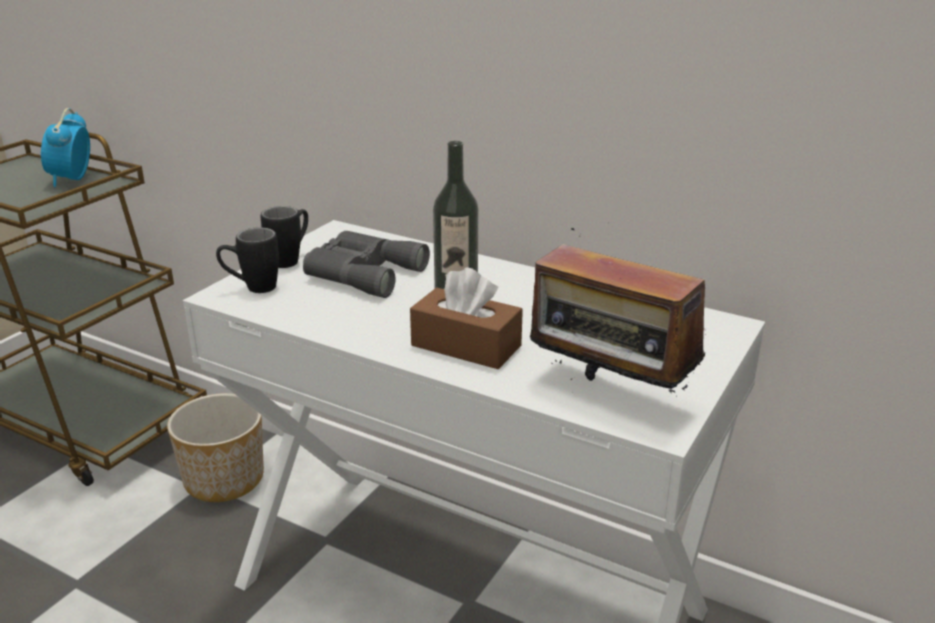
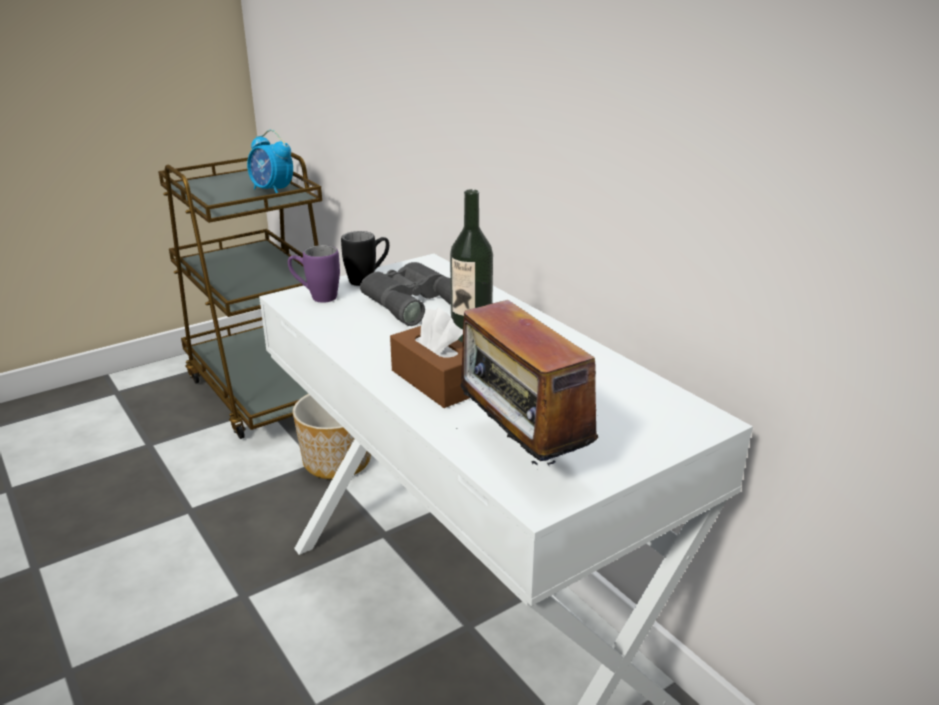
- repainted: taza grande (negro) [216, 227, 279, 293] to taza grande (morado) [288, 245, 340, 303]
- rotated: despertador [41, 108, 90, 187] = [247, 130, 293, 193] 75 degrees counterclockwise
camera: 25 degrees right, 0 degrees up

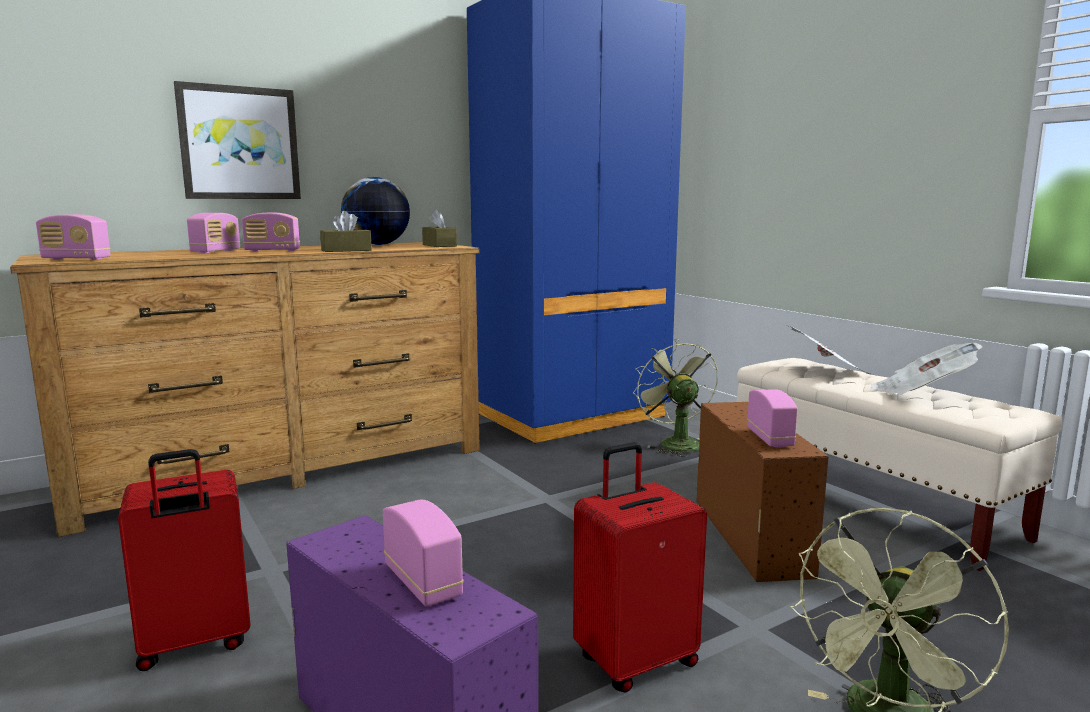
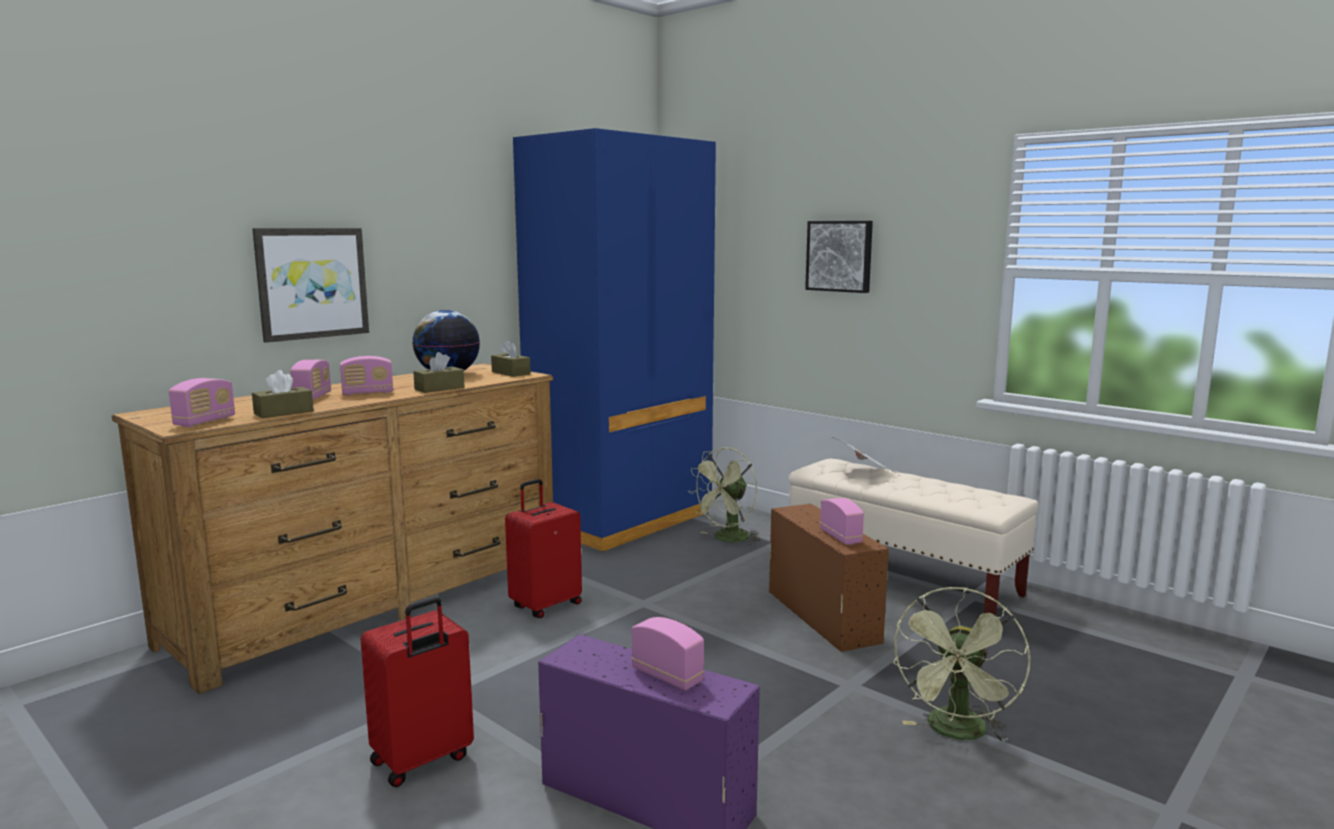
- gone: periódico [870, 343, 983, 395]
- new: caja de pañuelos (marrón) [252, 370, 314, 418]
- new: cuadro [805, 221, 873, 293]
- shifted: maleta (rojo) [573, 442, 707, 693] to [505, 479, 582, 618]
- rotated: radio [36, 214, 111, 260] = [169, 378, 235, 427] 60 degrees counterclockwise
- rotated: ventilador (verde) [633, 339, 718, 457] = [688, 447, 761, 546] 105 degrees counterclockwise
camera: 15 degrees left, 0 degrees up

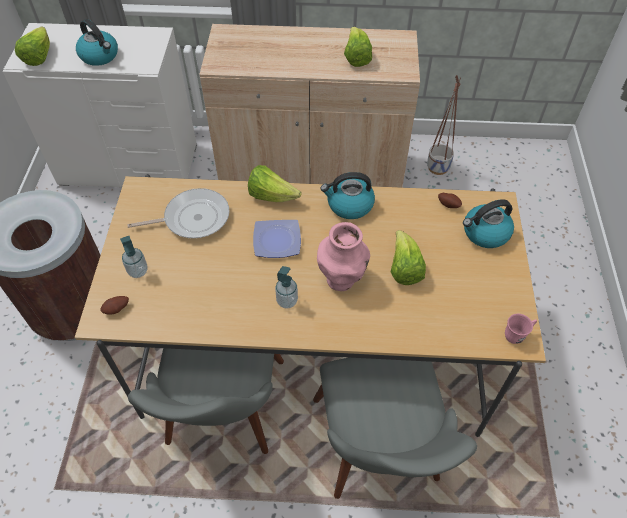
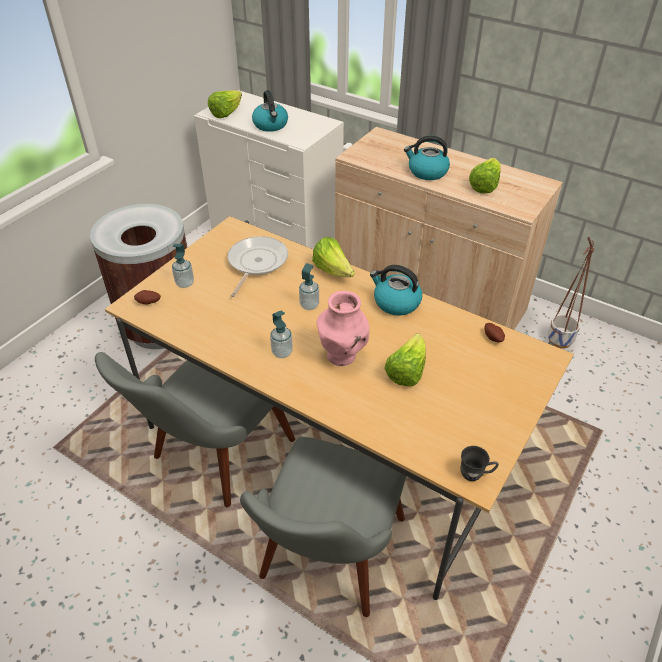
- shifted: hervidor [463, 199, 514, 248] to [404, 136, 450, 180]
- swapped: plato [253, 220, 301, 258] to dispensador de jabón [299, 263, 319, 310]
- repainted: taza grande (rosa) [505, 314, 537, 344] to taza grande (gris) [460, 446, 499, 481]
- rotated: sartén [127, 188, 230, 238] = [228, 236, 288, 297] 90 degrees counterclockwise
camera: 30 degrees right, 10 degrees down

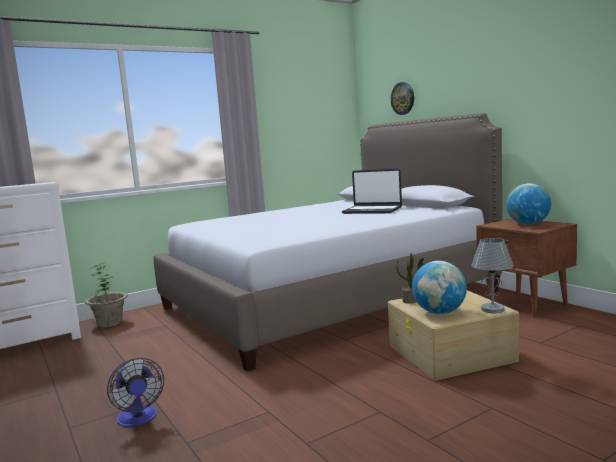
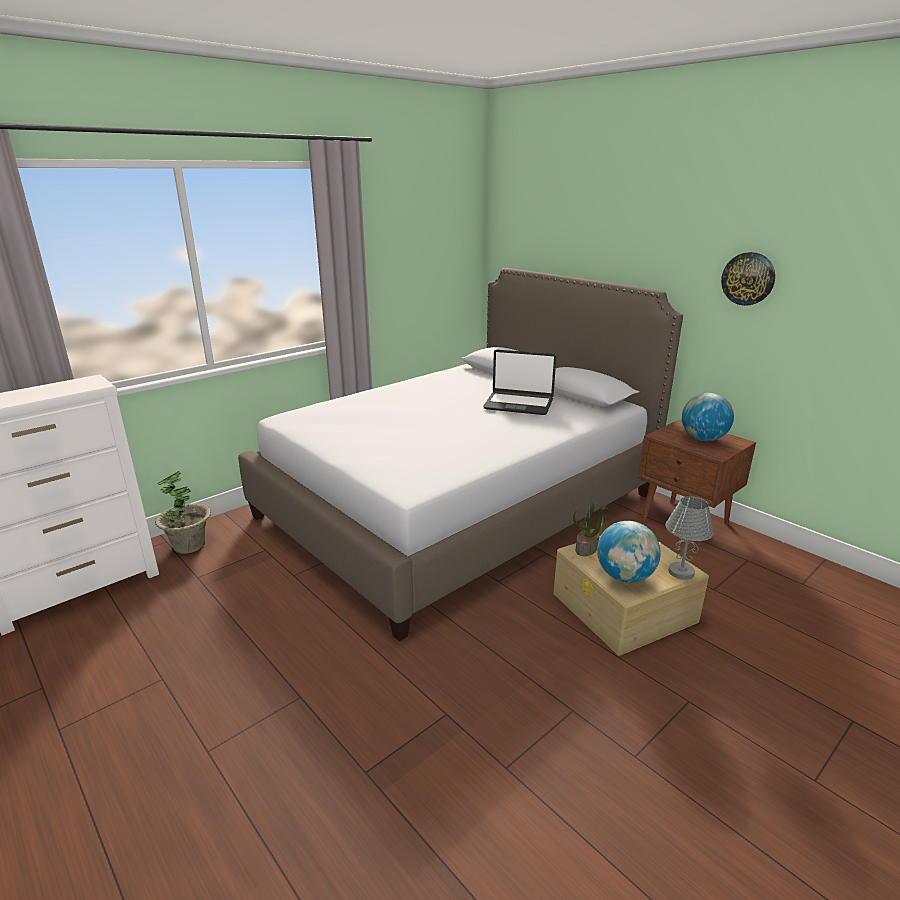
- gone: ventilador [107, 358, 164, 427]
- shifted: reloj de pared [391, 82, 414, 115] to [721, 252, 775, 306]
camera: 10 degrees left, 15 degrees up

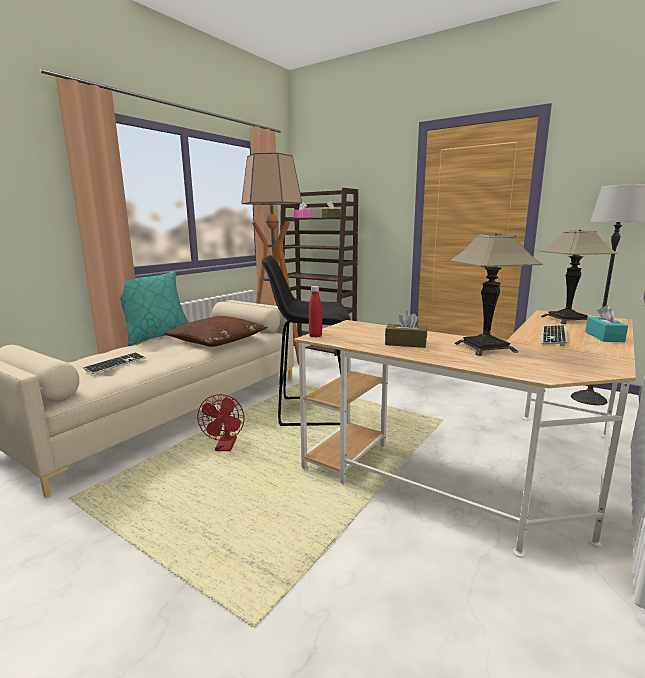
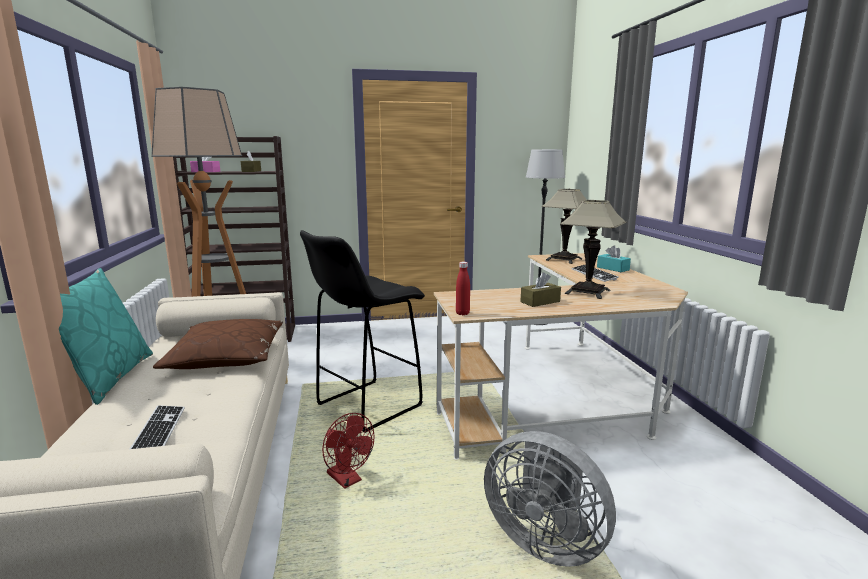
- new: ventilador (gris) [484, 431, 616, 567]
camera: 45 degrees left, 0 degrees up

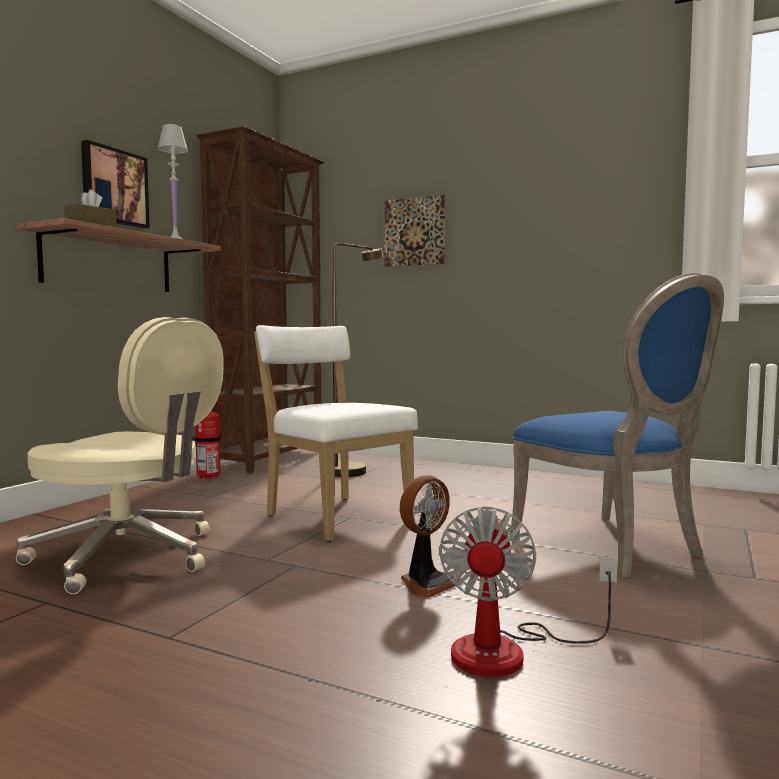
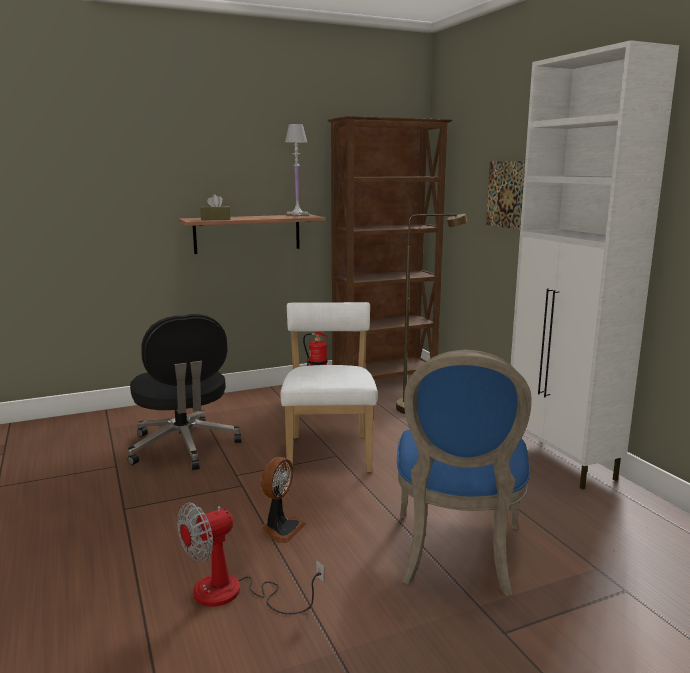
- gone: cuadro [81, 140, 150, 229]
- new: armario (blanco) [511, 40, 679, 489]
- repainted: silla de oficina (beis) [16, 317, 224, 594] to silla de oficina (negro) [128, 314, 242, 470]
- rotated: ventilador [400, 475, 462, 598] = [261, 457, 306, 543] 60 degrees counterclockwise
camera: 40 degrees right, 10 degrees up

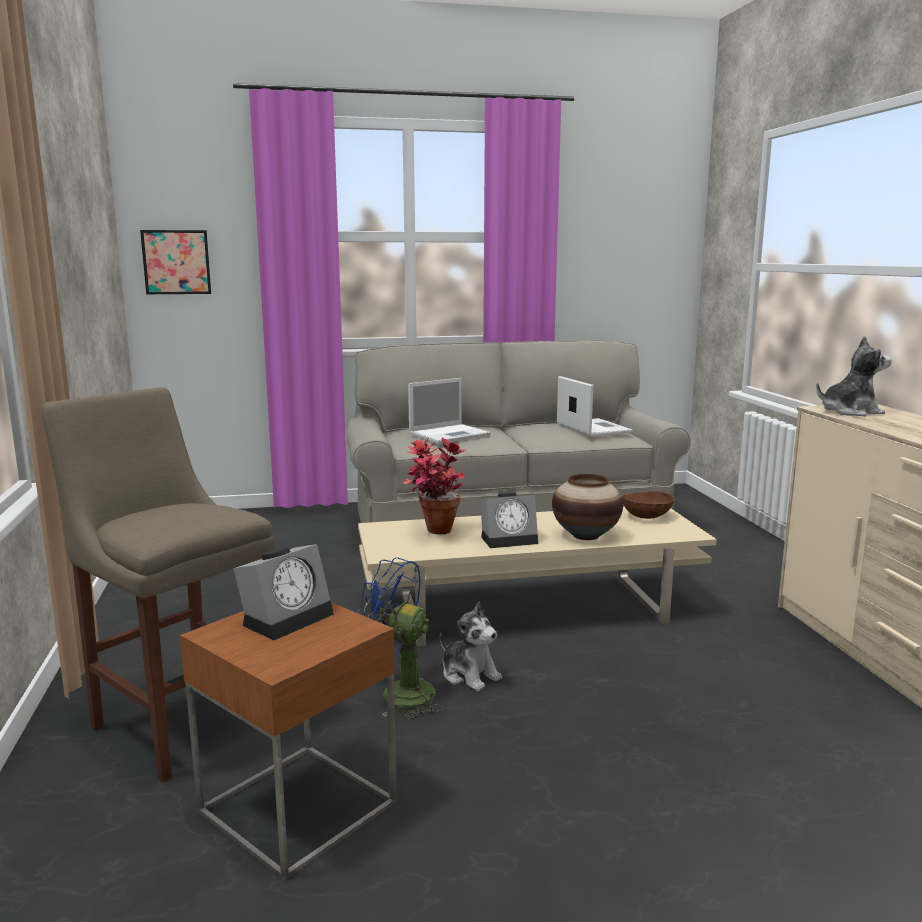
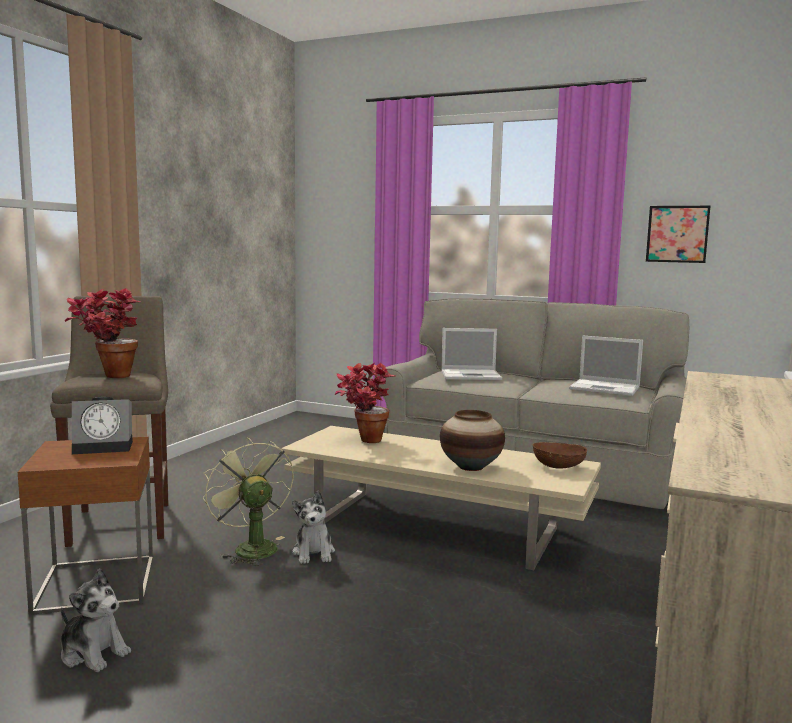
- gone: despertador [480, 493, 538, 548]
- new: planta en maceta [64, 288, 140, 378]
- shifted: cuadro [140, 230, 211, 294] to [646, 206, 710, 263]
- shifted: peluche [816, 336, 892, 416] to [61, 568, 131, 672]
- repainted: ventilador (azul) [352, 557, 444, 719] to ventilador (verde) [203, 437, 294, 566]
- rotated: portátil [557, 376, 633, 437] = [569, 336, 643, 396] 105 degrees clockwise
camera: 35 degrees right, 5 degrees down

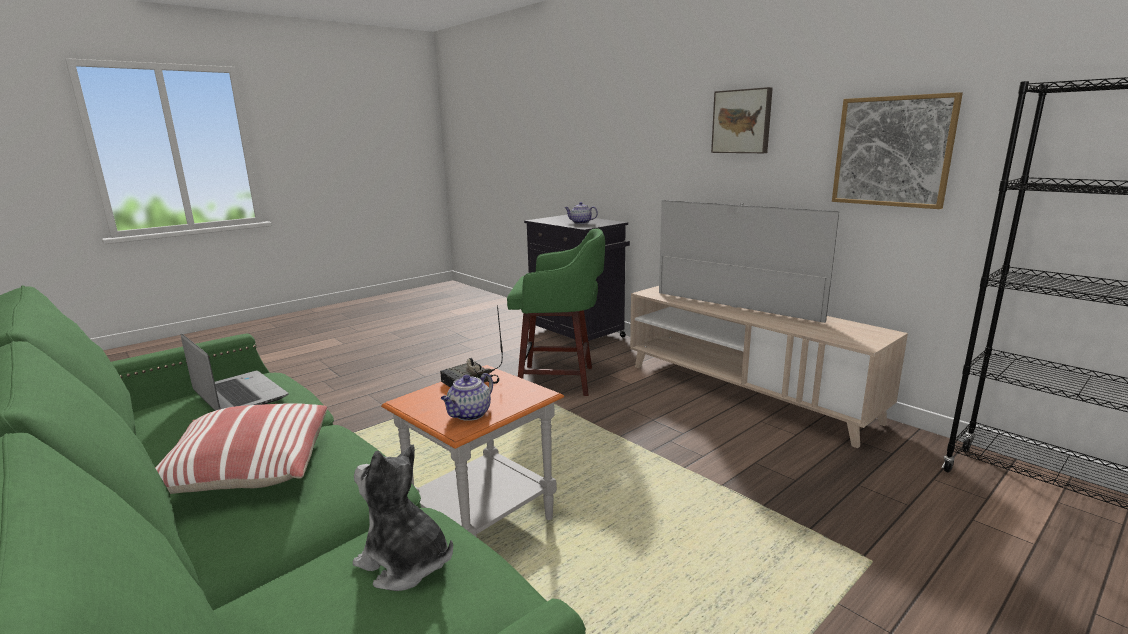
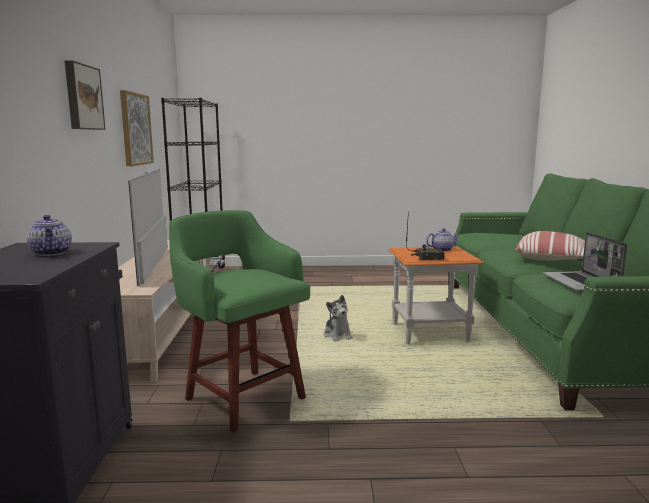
- shifted: peluche [353, 445, 453, 591] to [324, 295, 353, 342]
camera: 140 degrees left, 5 degrees down

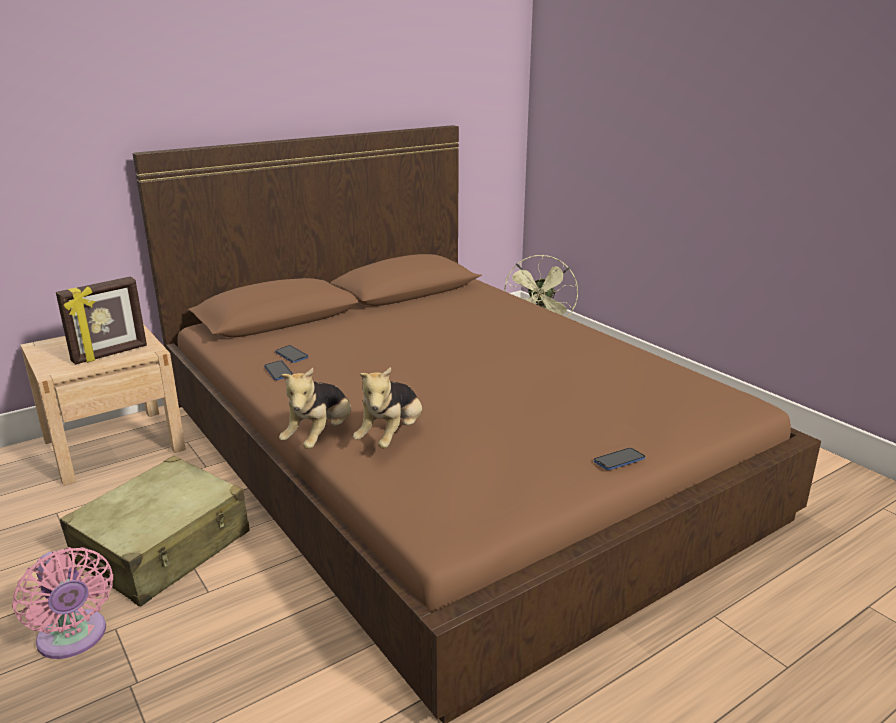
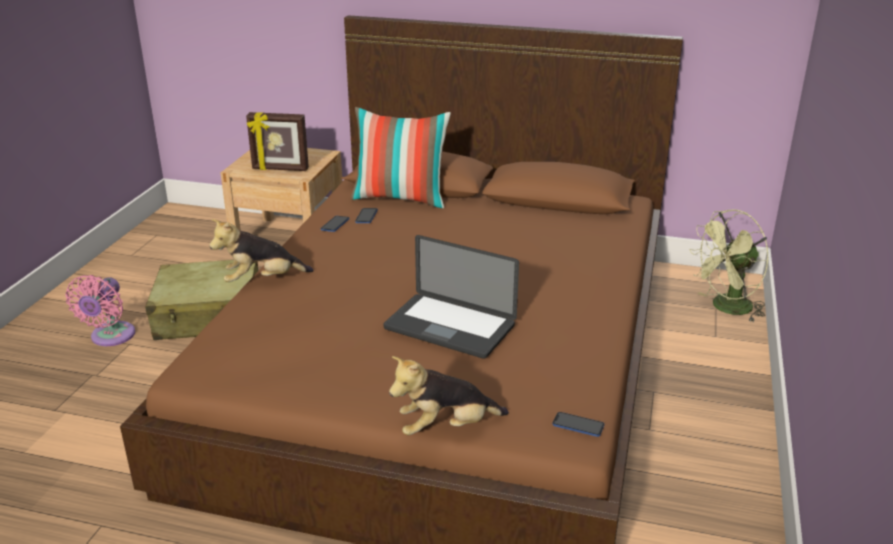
- new: cojín [351, 107, 451, 208]
- new: portátil [383, 235, 519, 359]
- shifted: peluche [353, 367, 422, 449] to [389, 356, 509, 435]
- shifted: móvil [594, 448, 645, 470] to [552, 412, 604, 437]
camera: 50 degrees right, 5 degrees up

